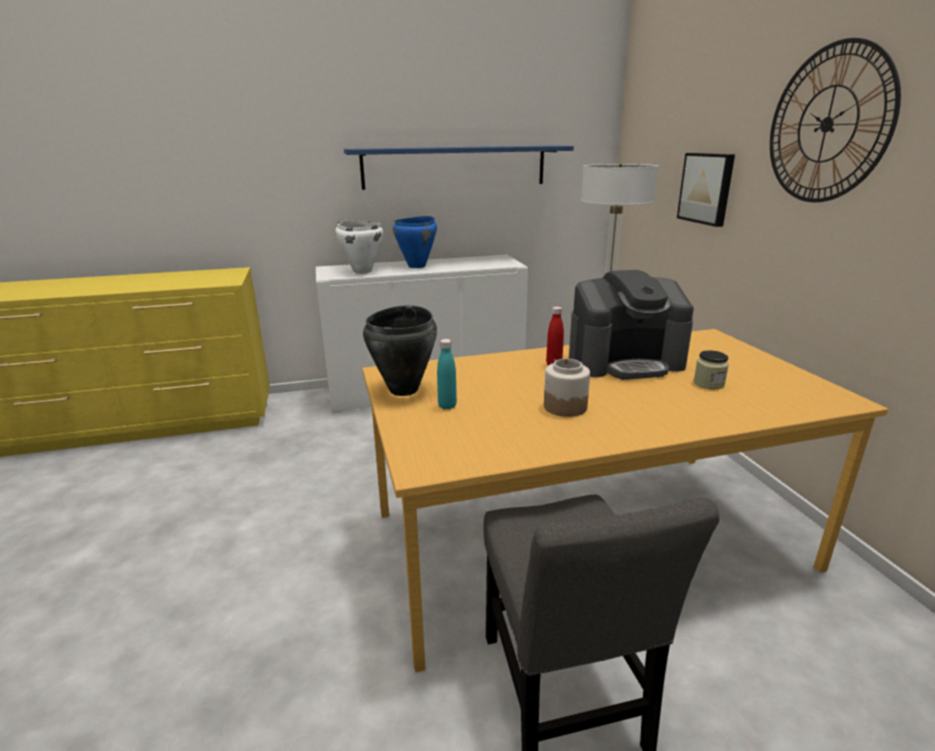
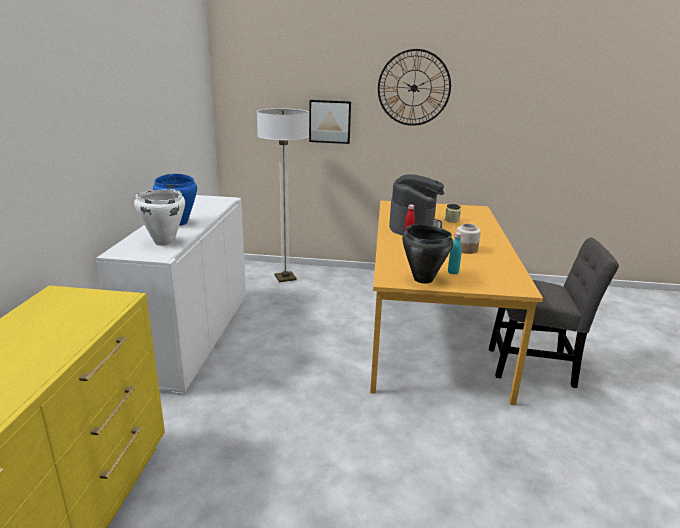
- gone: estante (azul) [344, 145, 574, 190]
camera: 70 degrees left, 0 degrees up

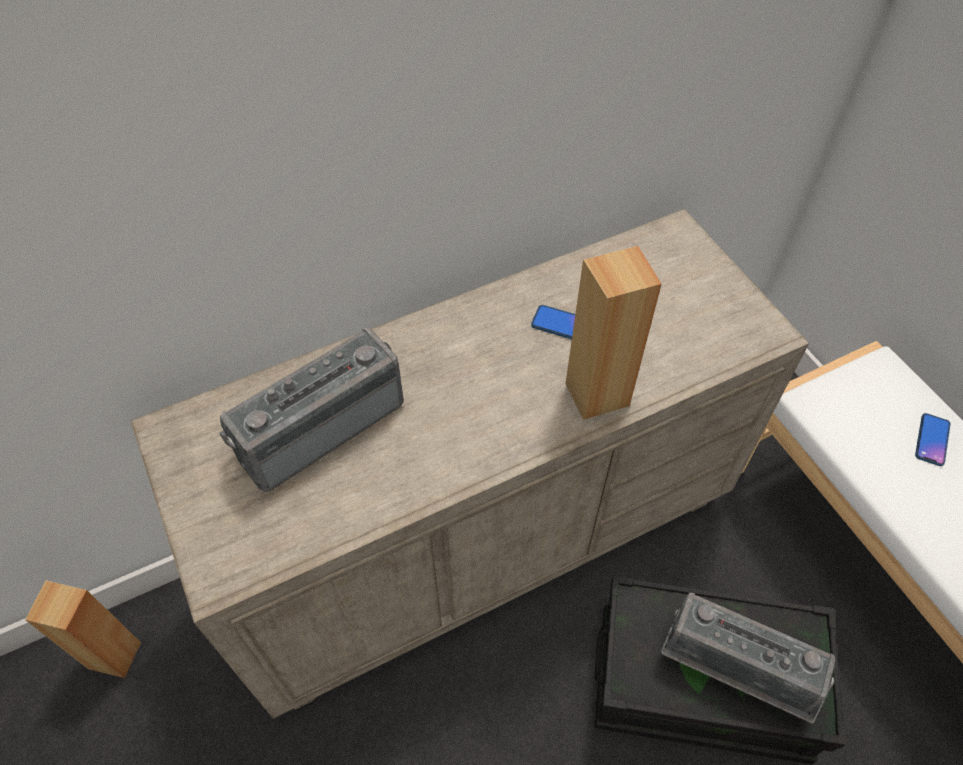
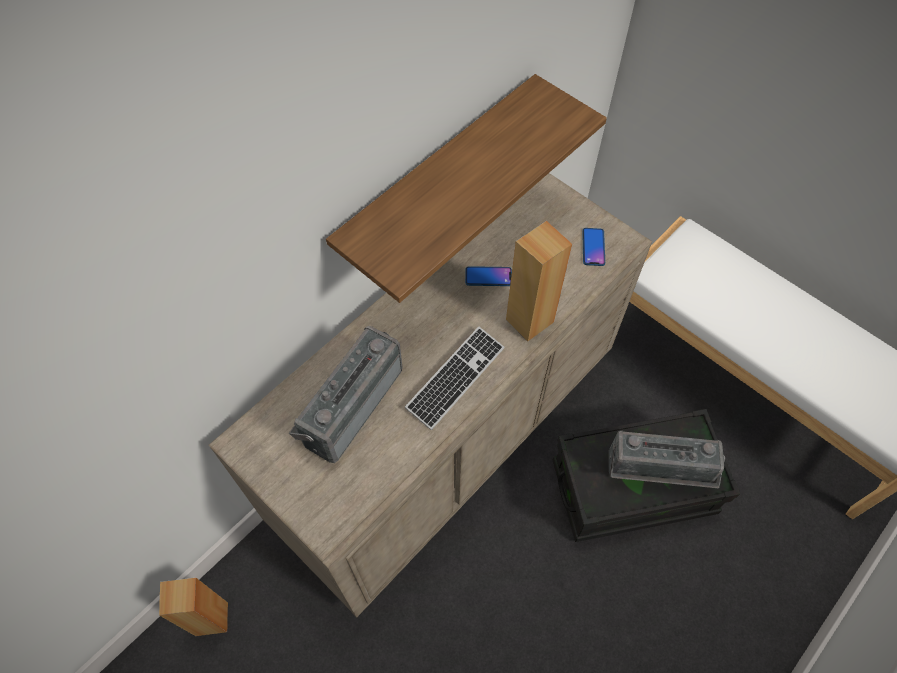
- new: estante [326, 74, 607, 303]
- new: teclado [405, 327, 505, 430]
- shifted: móvil [915, 413, 951, 466] to [582, 228, 605, 266]
camera: 20 degrees left, 5 degrees up

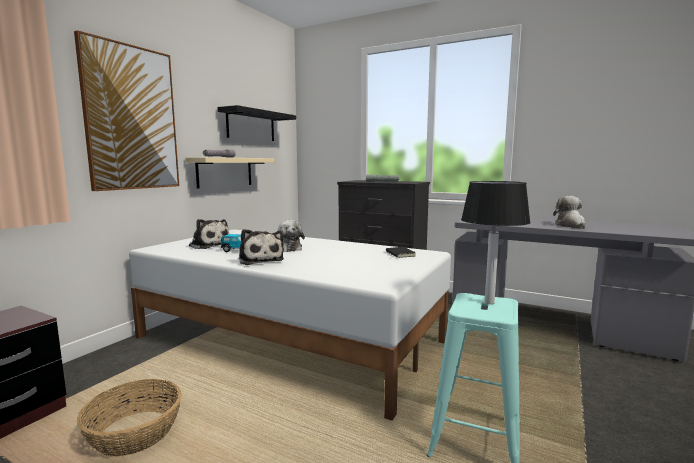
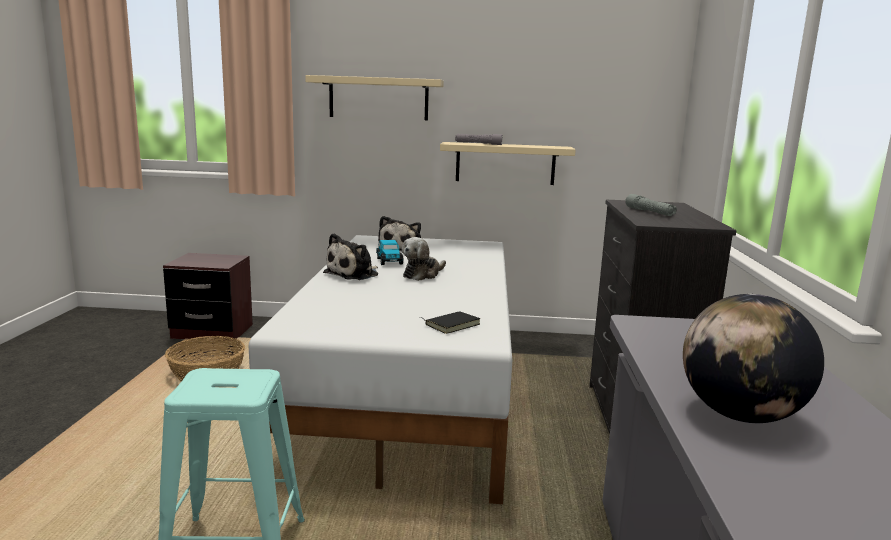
- gone: estante (negro) [217, 105, 296, 141]
- gone: lámpara de mesa [461, 181, 531, 304]
- swapped: cuadro [74, 30, 179, 191] to estante (beis) [305, 75, 444, 120]
- swapped: peluche [553, 196, 586, 229] to globo terráqueo [683, 294, 824, 423]
camera: 65 degrees right, 5 degrees up

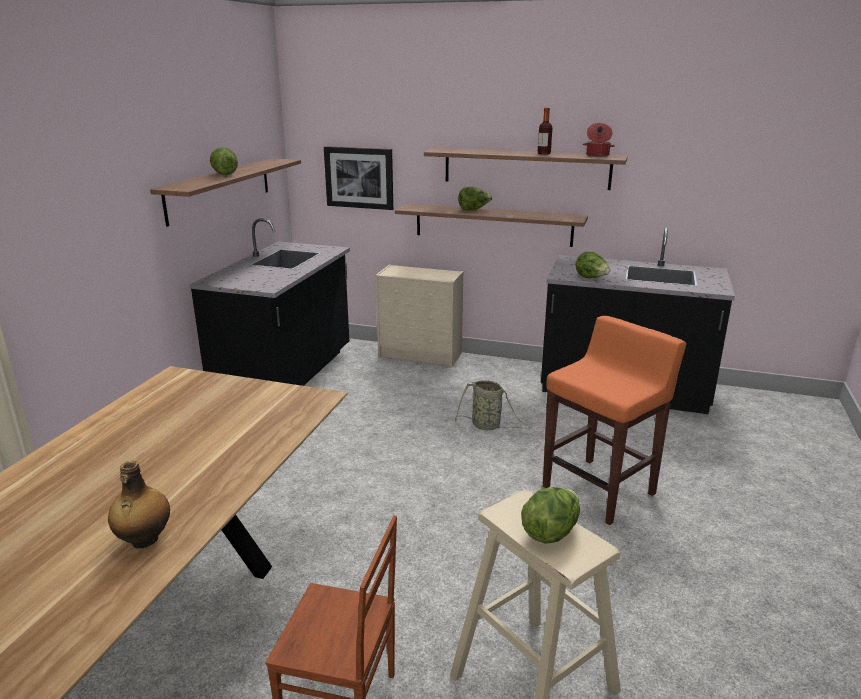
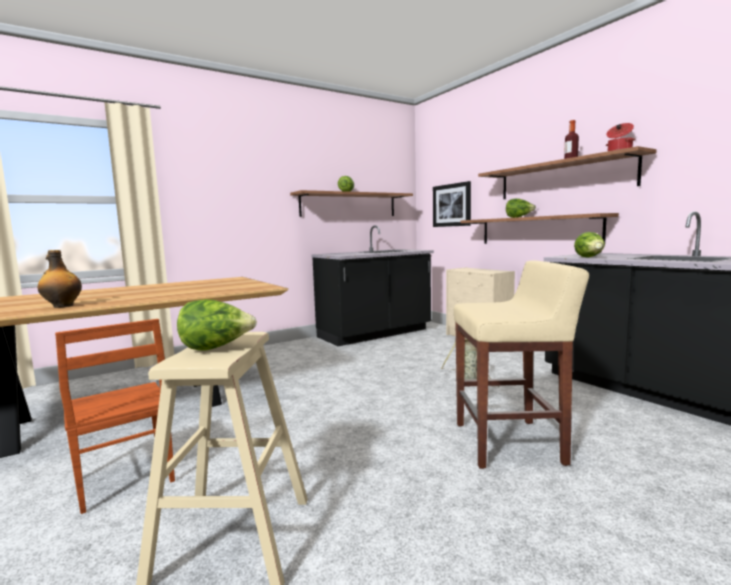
- repainted: taburete (naranja) [543, 316, 686, 525] to taburete (beis) [454, 260, 589, 469]
camera: 40 degrees right, 15 degrees down

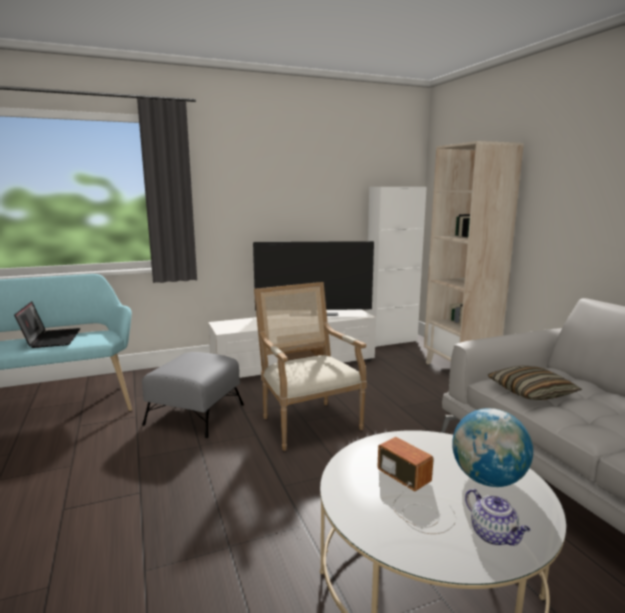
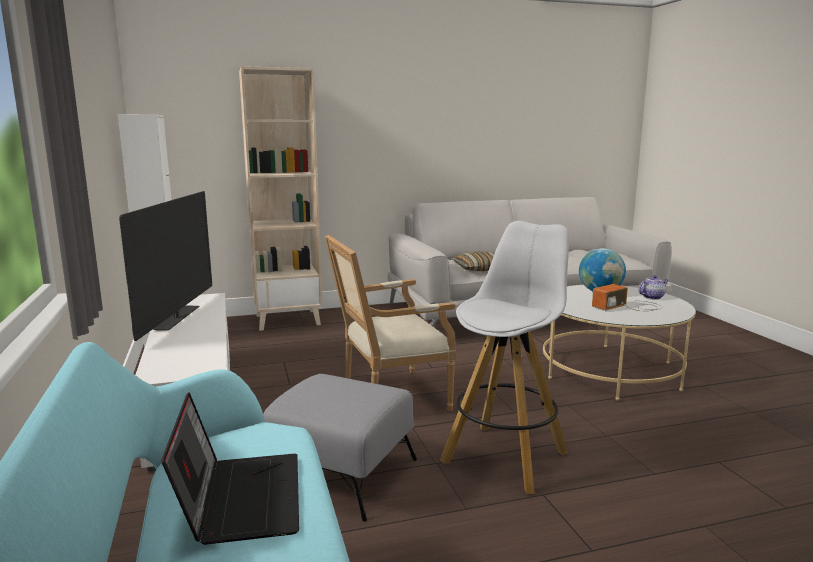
- new: taburete (blanco) [440, 221, 569, 494]
- rotated: portátil [14, 301, 80, 348] = [161, 392, 299, 545] 90 degrees clockwise
camera: 85 degrees left, 0 degrees up

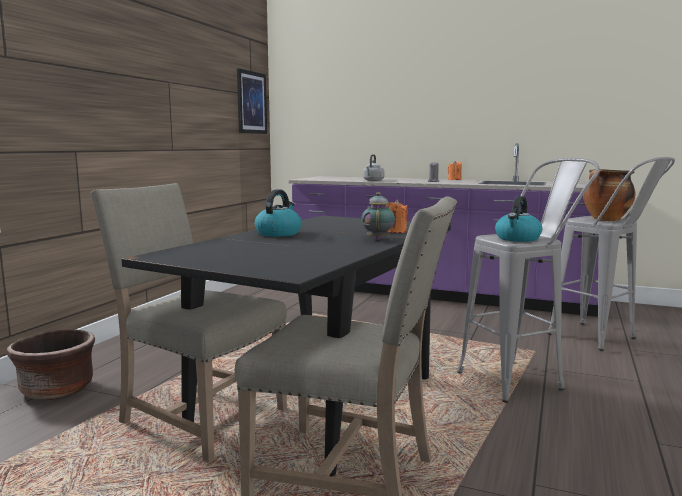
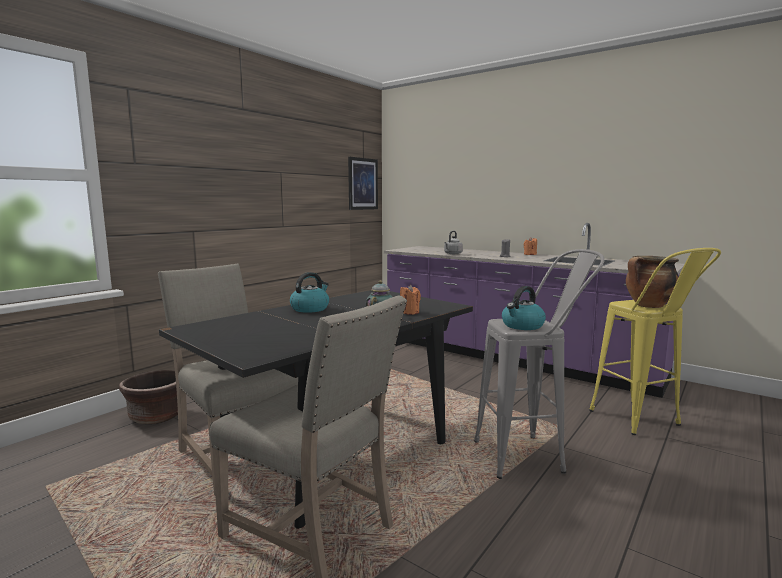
- repainted: taburete (gris) [547, 157, 675, 351] to taburete (amarillo) [589, 248, 721, 435]
camera: 15 degrees right, 0 degrees up

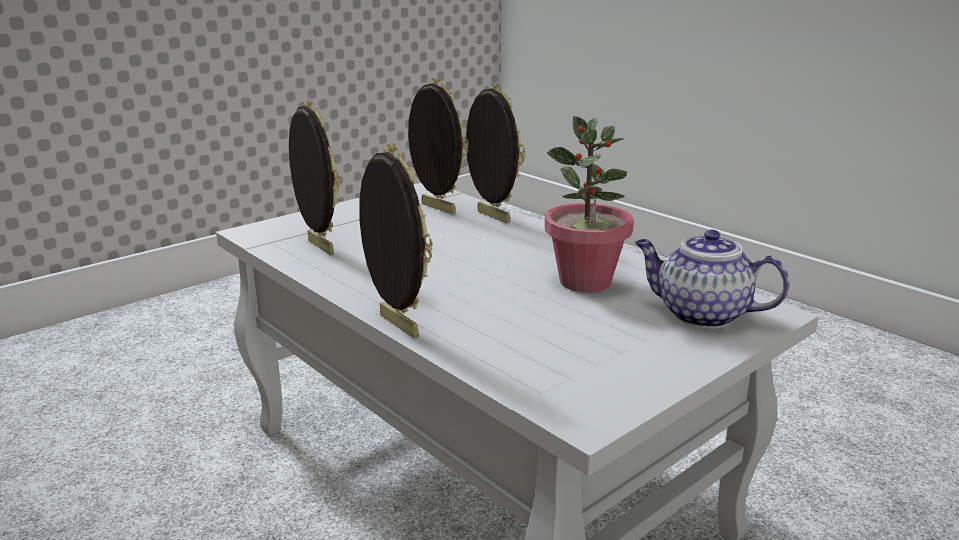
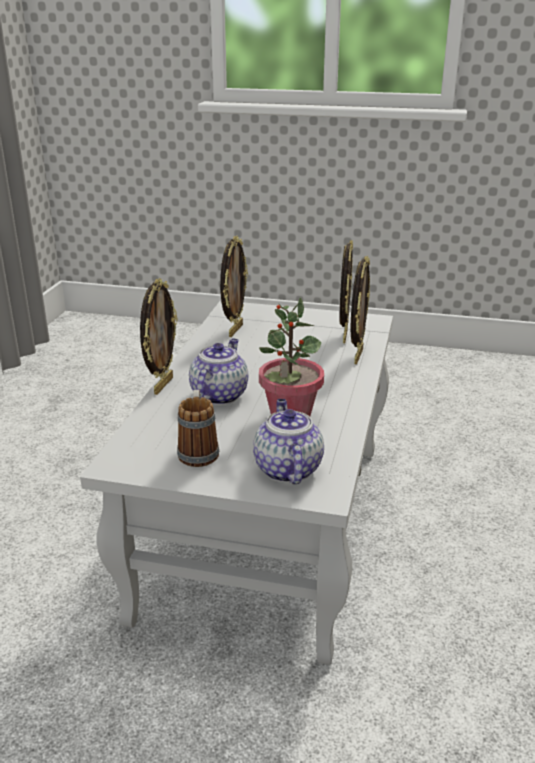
- new: taza grande [177, 390, 219, 467]
- new: tetera [189, 338, 248, 405]
camera: 55 degrees right, 5 degrees up

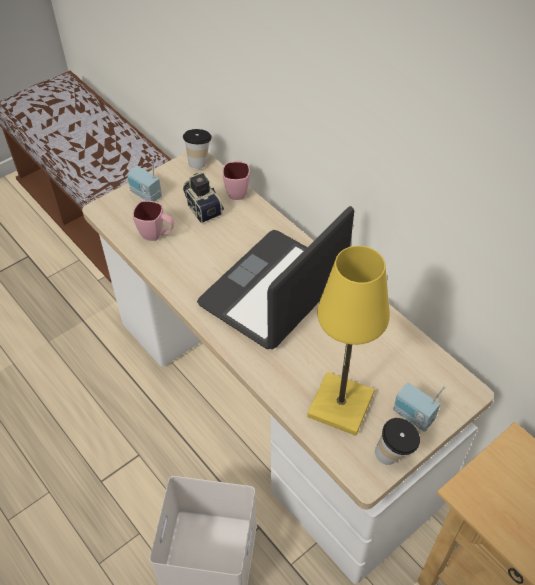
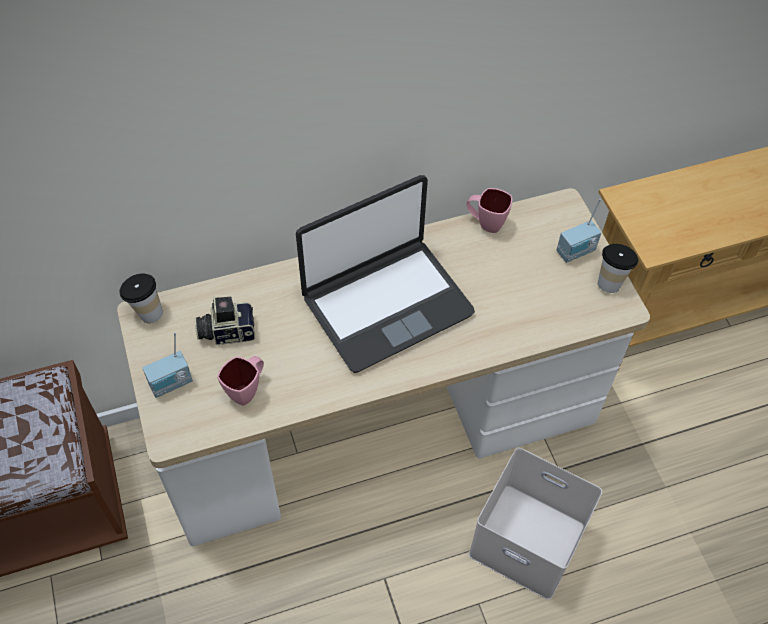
- gone: lámpara de mesa (amarillo) [307, 246, 390, 436]
- shifted: taza grande (rosa) [222, 160, 250, 200] to [466, 188, 512, 233]
- rotated: portátil [197, 206, 354, 349] = [296, 175, 475, 373] 90 degrees counterclockwise
camera: 70 degrees left, 5 degrees up

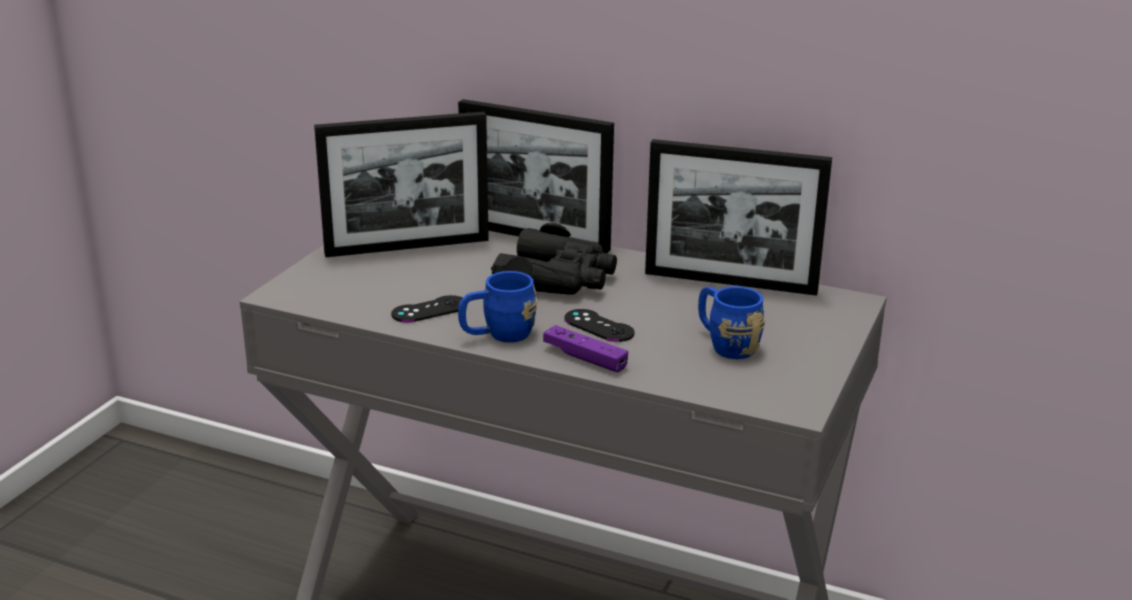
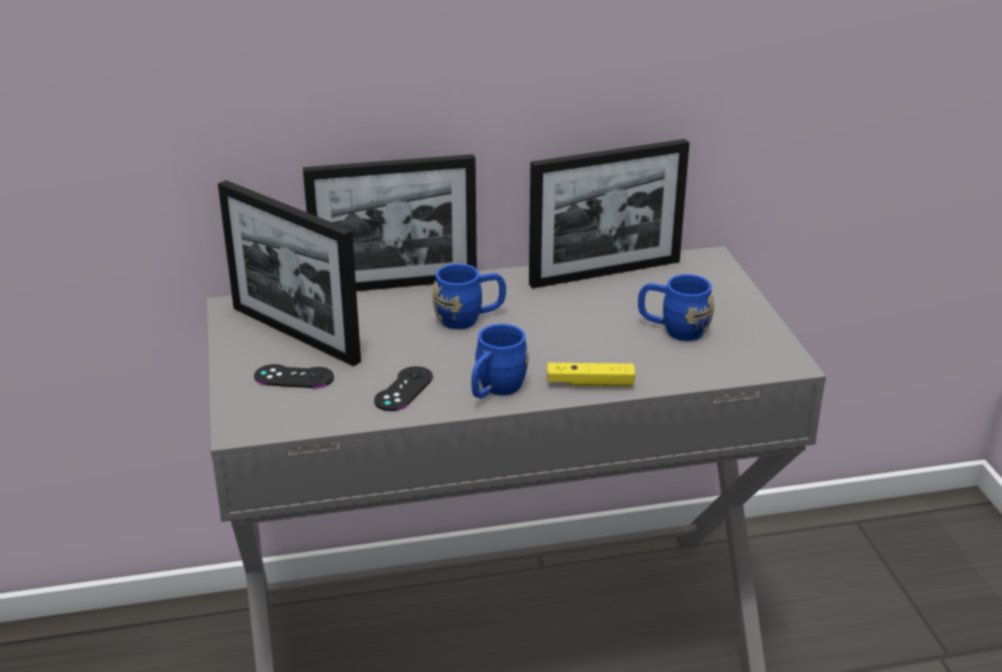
- shifted: mando de consola (negro) [564, 309, 635, 342] to [254, 364, 334, 388]
- swapped: prismáticos (negro) [491, 223, 617, 295] to taza grande (azul) [432, 264, 506, 329]
- repainted: mando de consola (morado) [543, 325, 628, 372] to mando de consola (amarillo) [547, 363, 635, 386]
- rotated: portarretratos [314, 112, 489, 257] = [218, 180, 361, 366] 90 degrees clockwise
camera: 35 degrees left, 5 degrees up

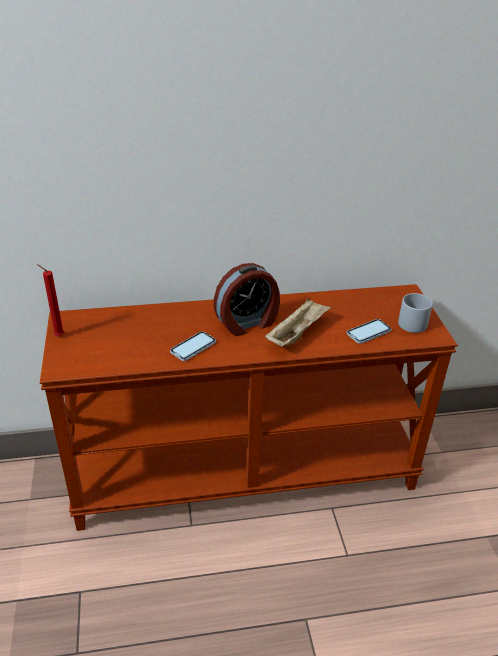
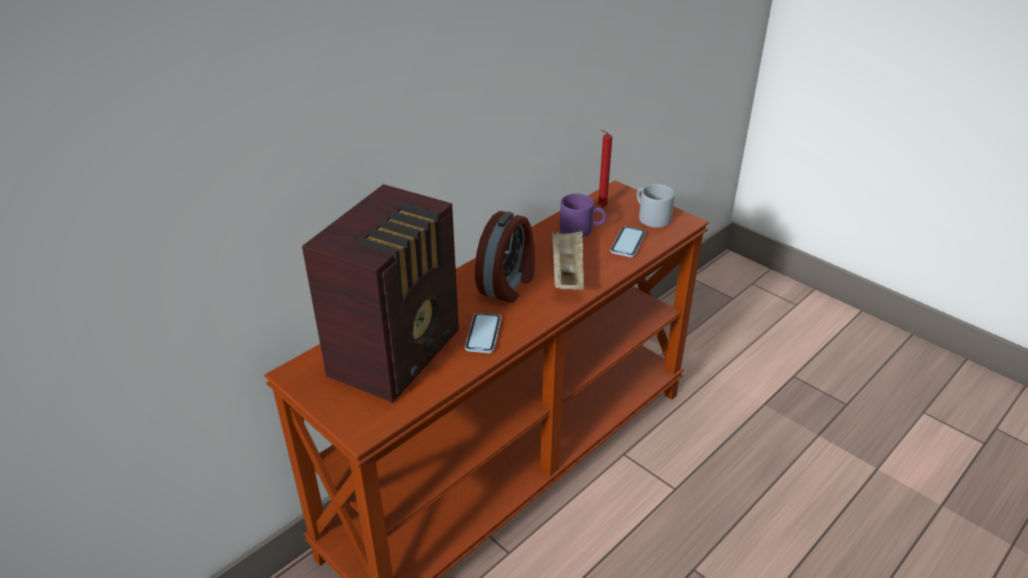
- new: radio [302, 184, 459, 403]
- new: taza grande (morado) [560, 194, 606, 237]
- shifted: vela (rojo) [37, 264, 64, 337] to [597, 130, 612, 207]
camera: 35 degrees left, 0 degrees up

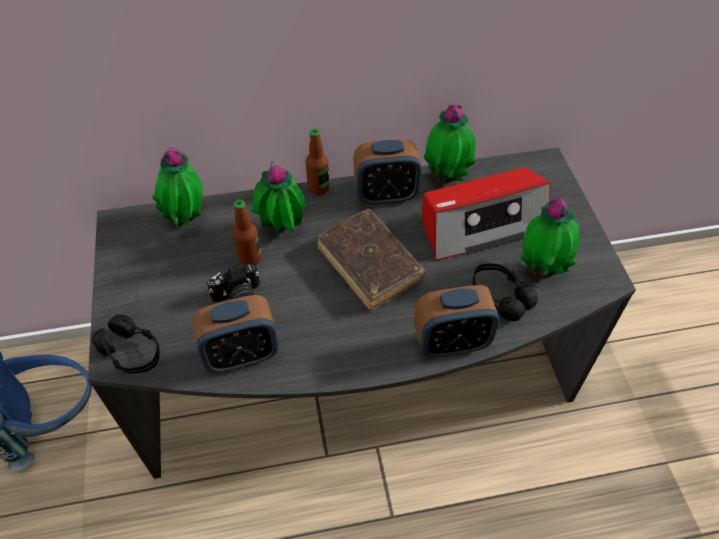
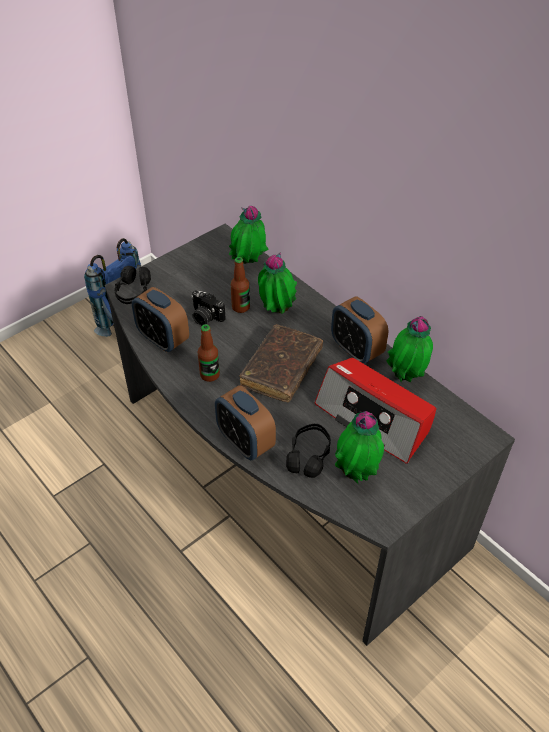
- shifted: botella [306, 129, 329, 195] to [198, 324, 220, 382]
camera: 60 degrees right, 5 degrees down

